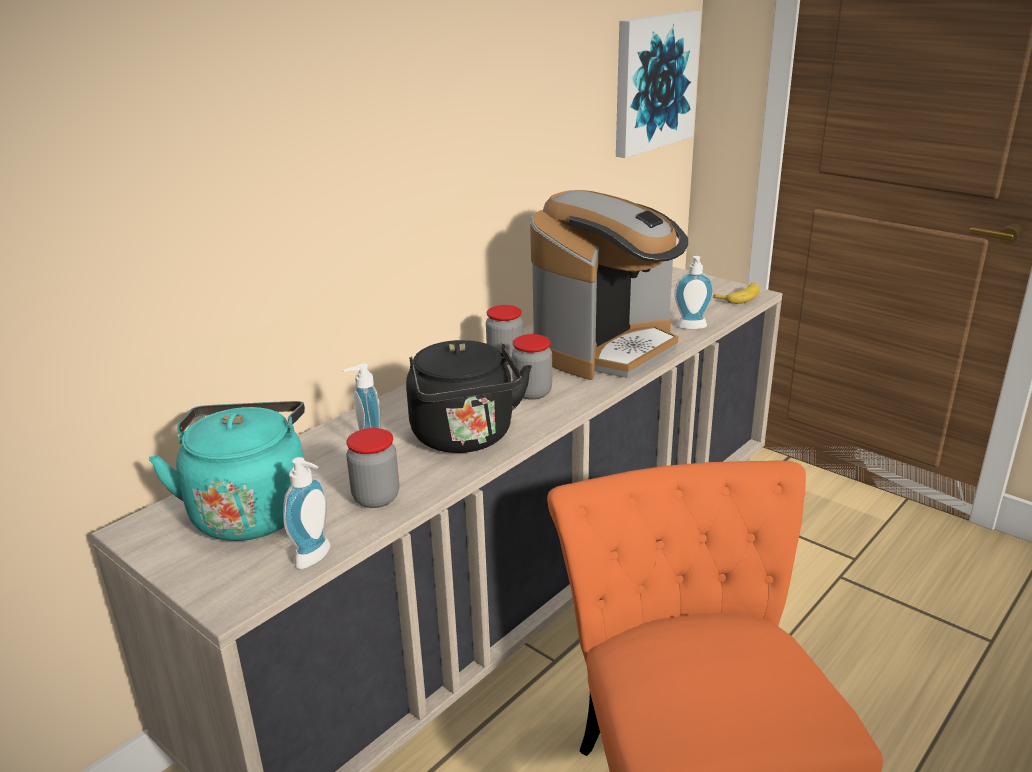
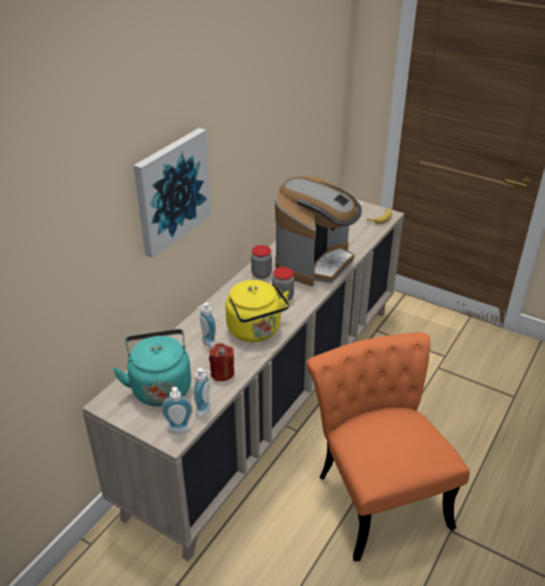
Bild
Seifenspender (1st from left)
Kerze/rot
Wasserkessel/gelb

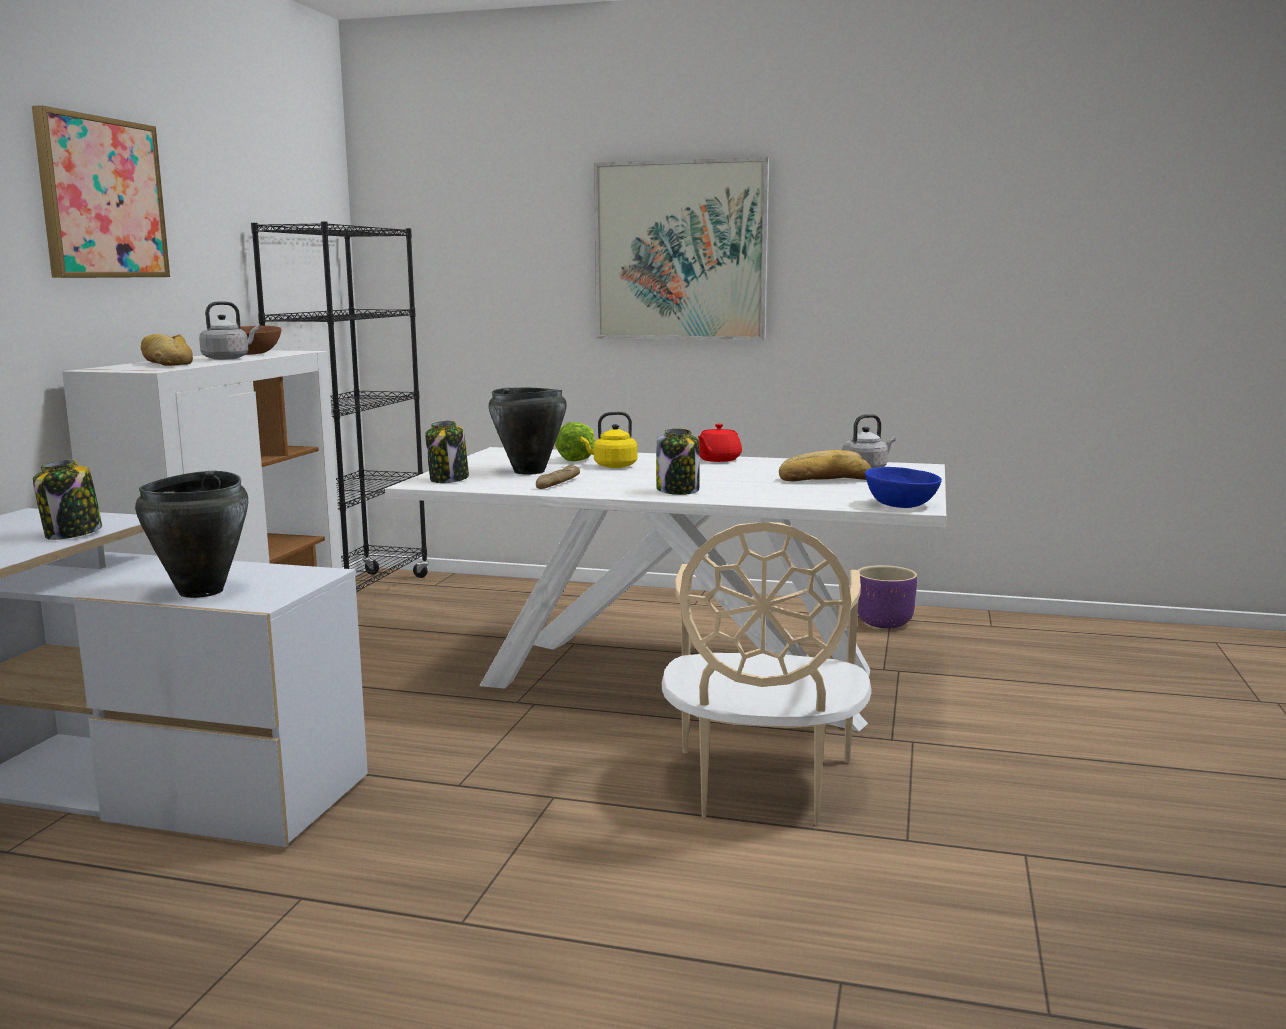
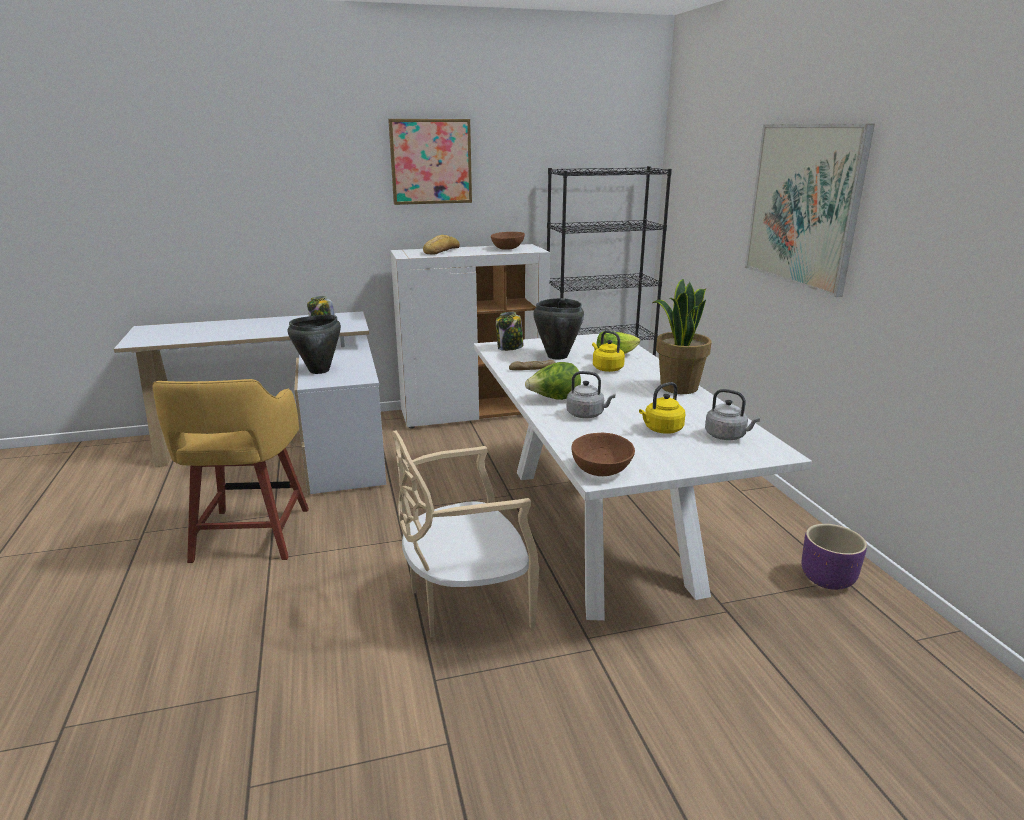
Hocker/gelb
Salatkopf (1st from left)
Wasserkessel/grau (1st from left)
Schüssel/braun (2nd from left)
Wasserkessel/gelb (2nd from left)
Topfpflanze

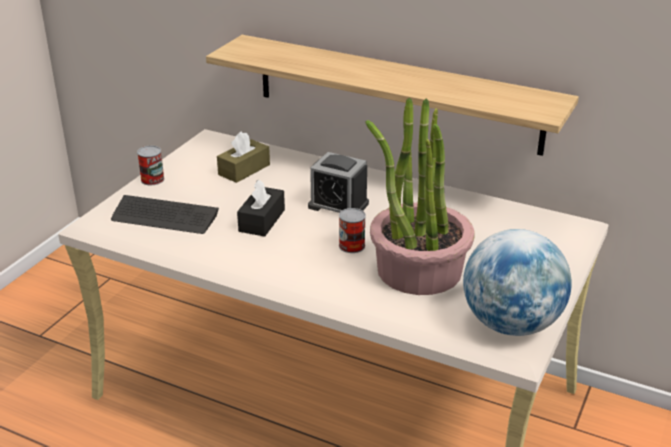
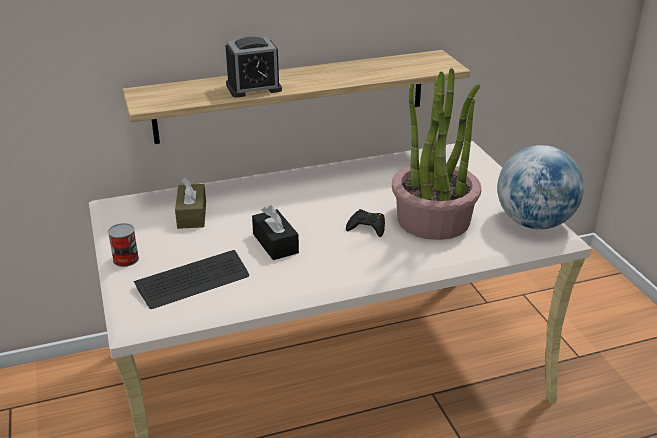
Wecker
Gamepad/schwarz

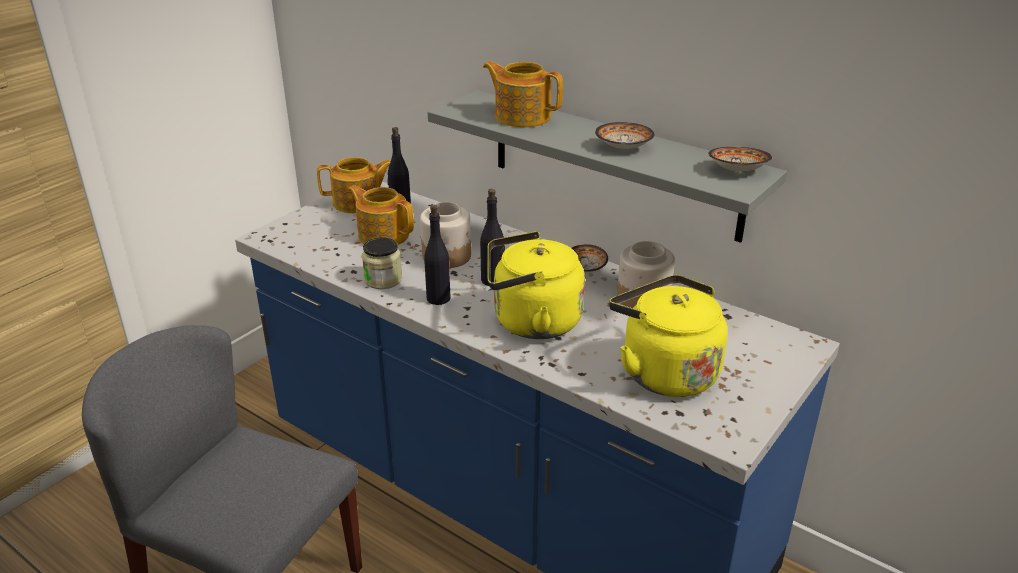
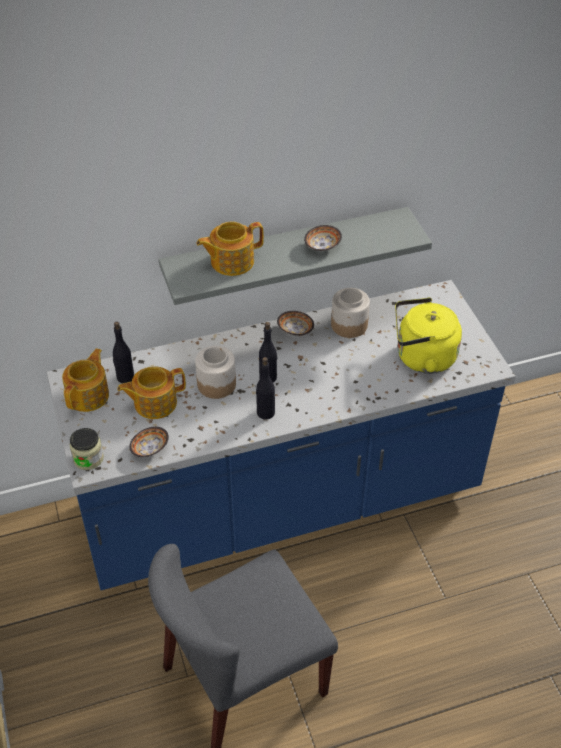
Vorratsglas (1st from left)
Schüssel (1st from left)
Wasserkessel/gelb (1st from left in the first image)

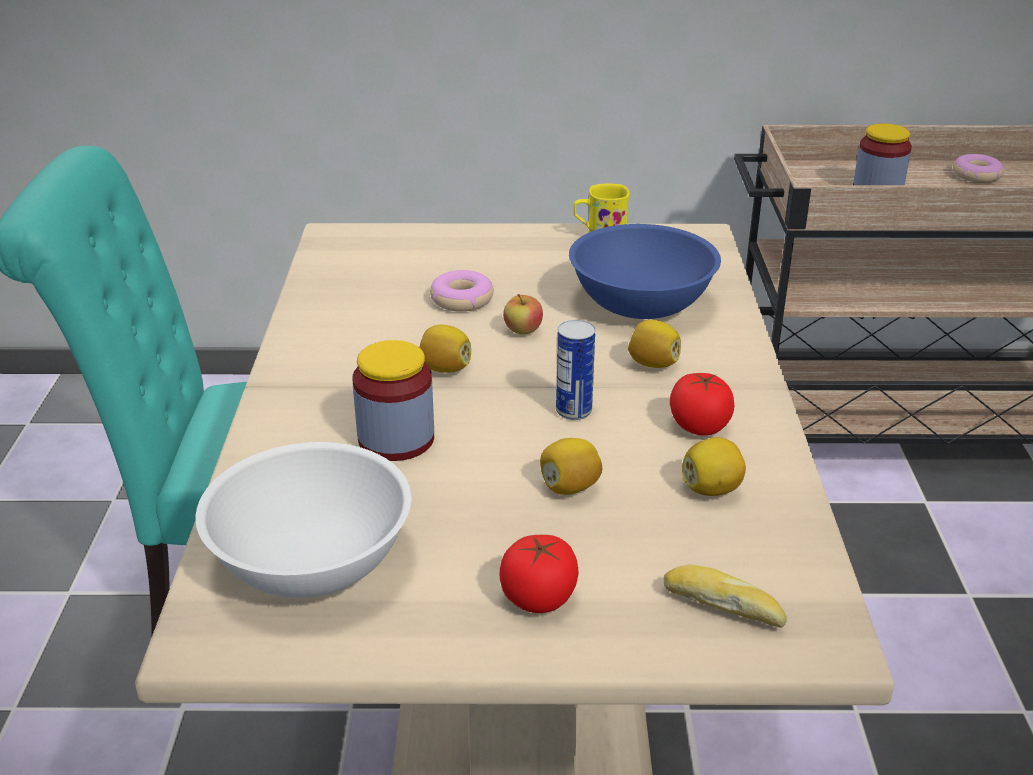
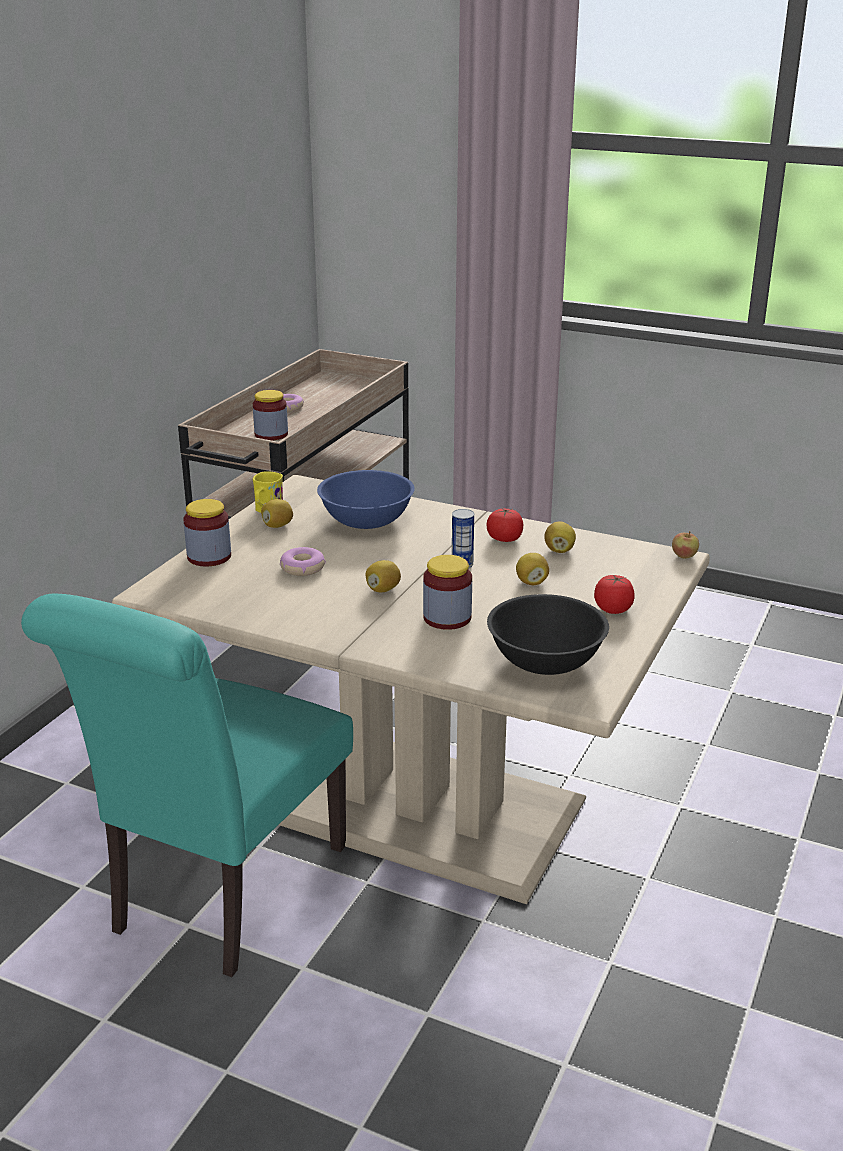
Vorratsglas (1st from left)
Zitrone (1st from left)
Schüssel/schwarz
Apfel
Brot

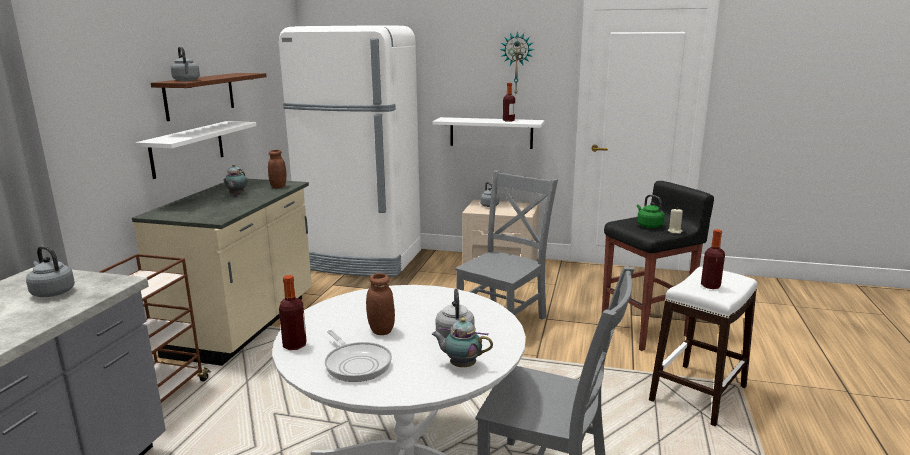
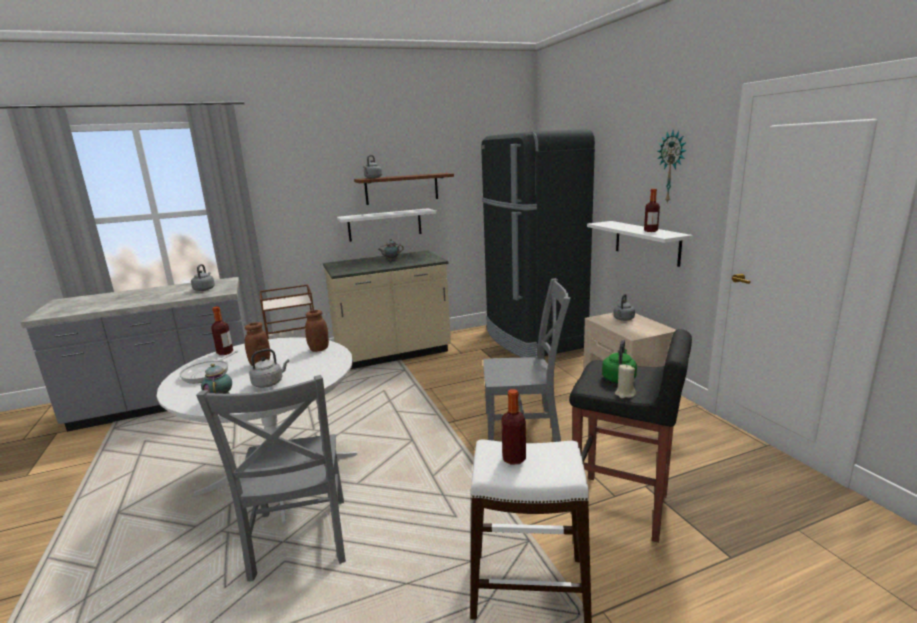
Vorratsglas/braun (2nd from left)
Kühlschrank/schwarz

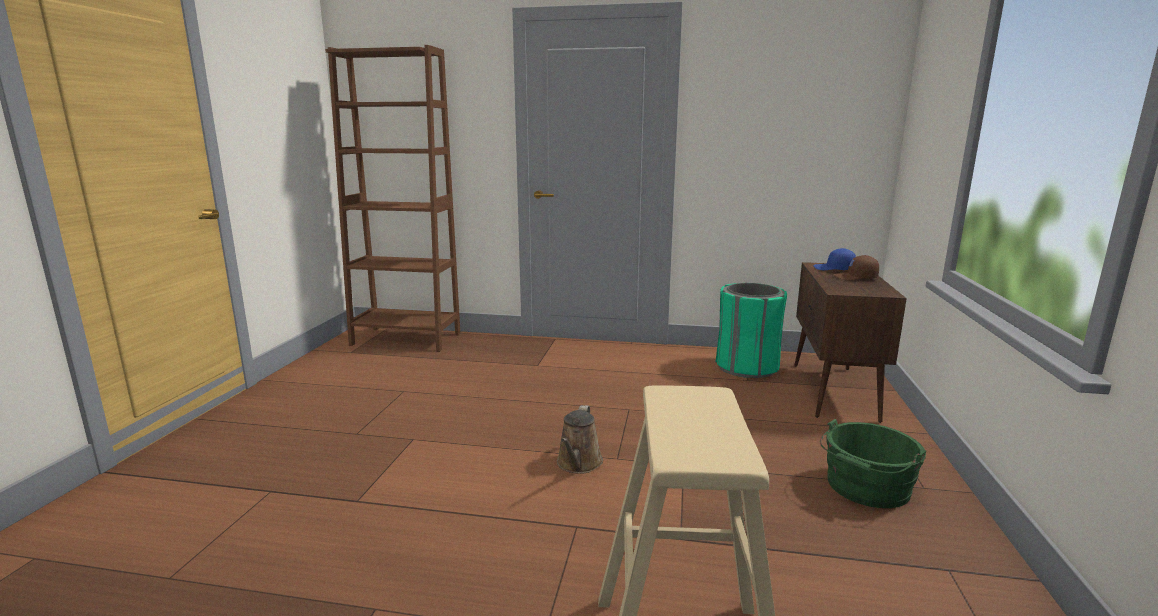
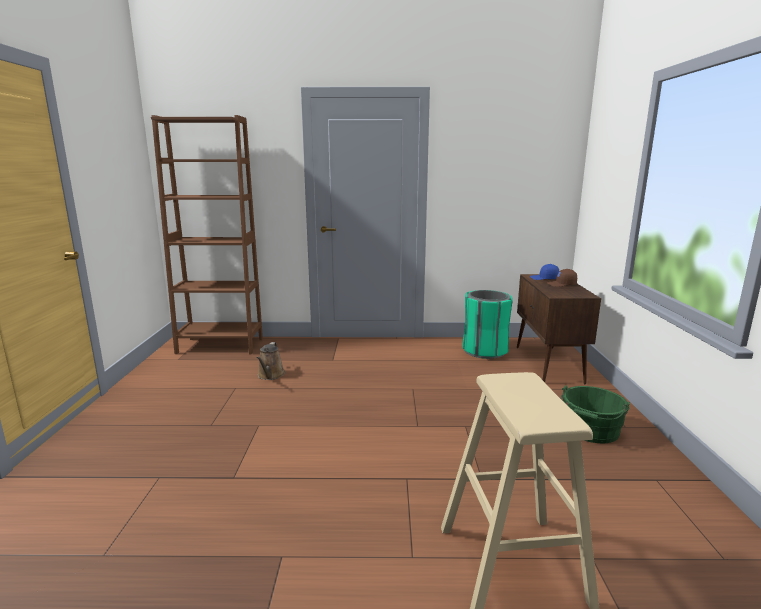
Gießkanne/braun

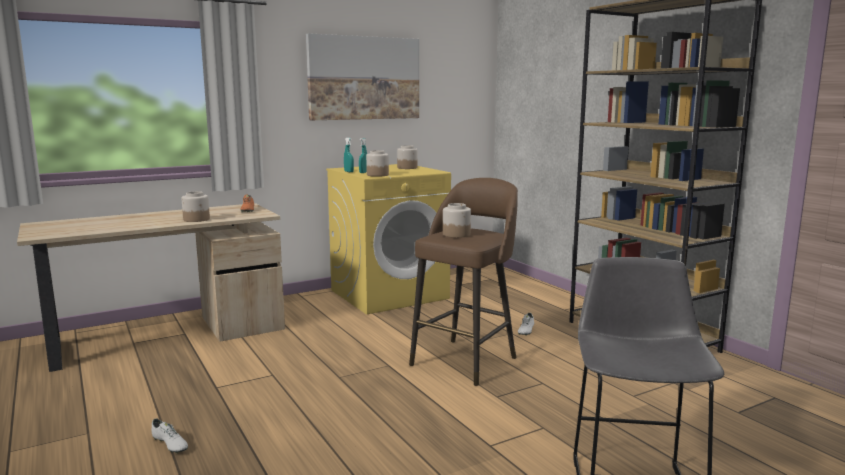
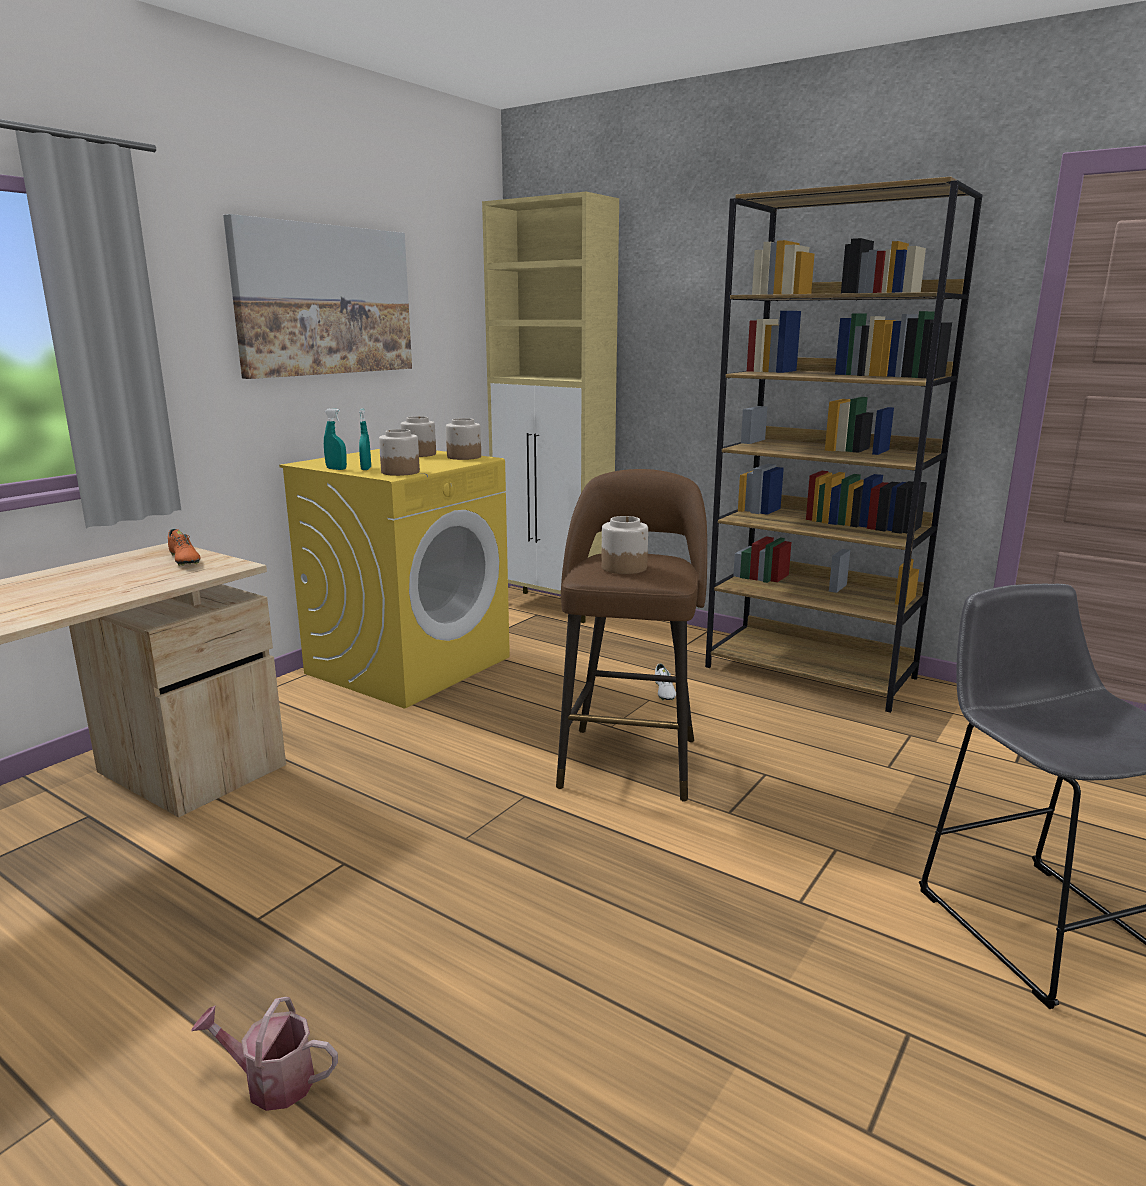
Gießkanne
Vorratsglas (3rd from left)
Schrank/beige

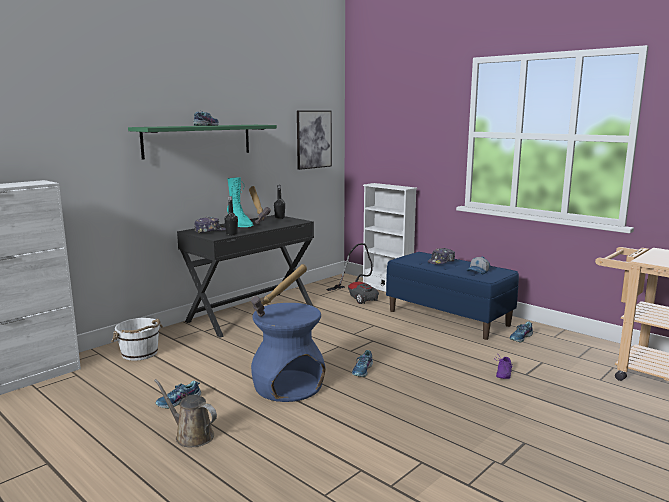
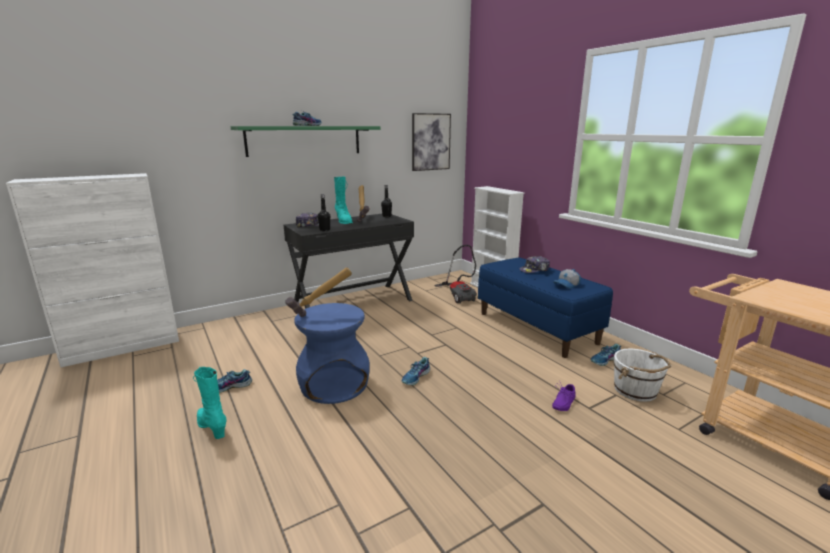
Stiefel/türkis (1st from left)
Eimer/weiß

